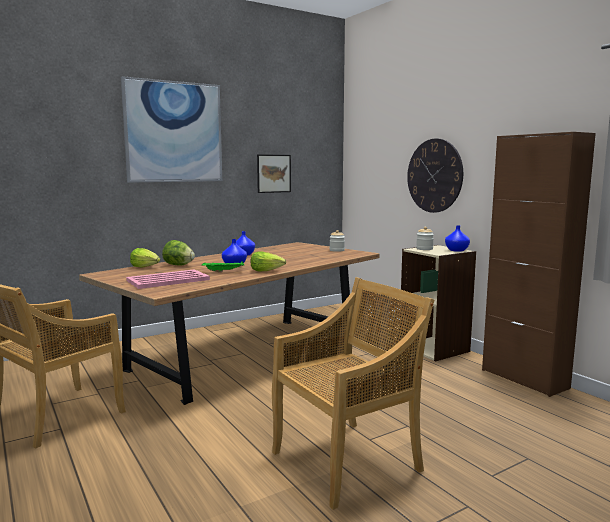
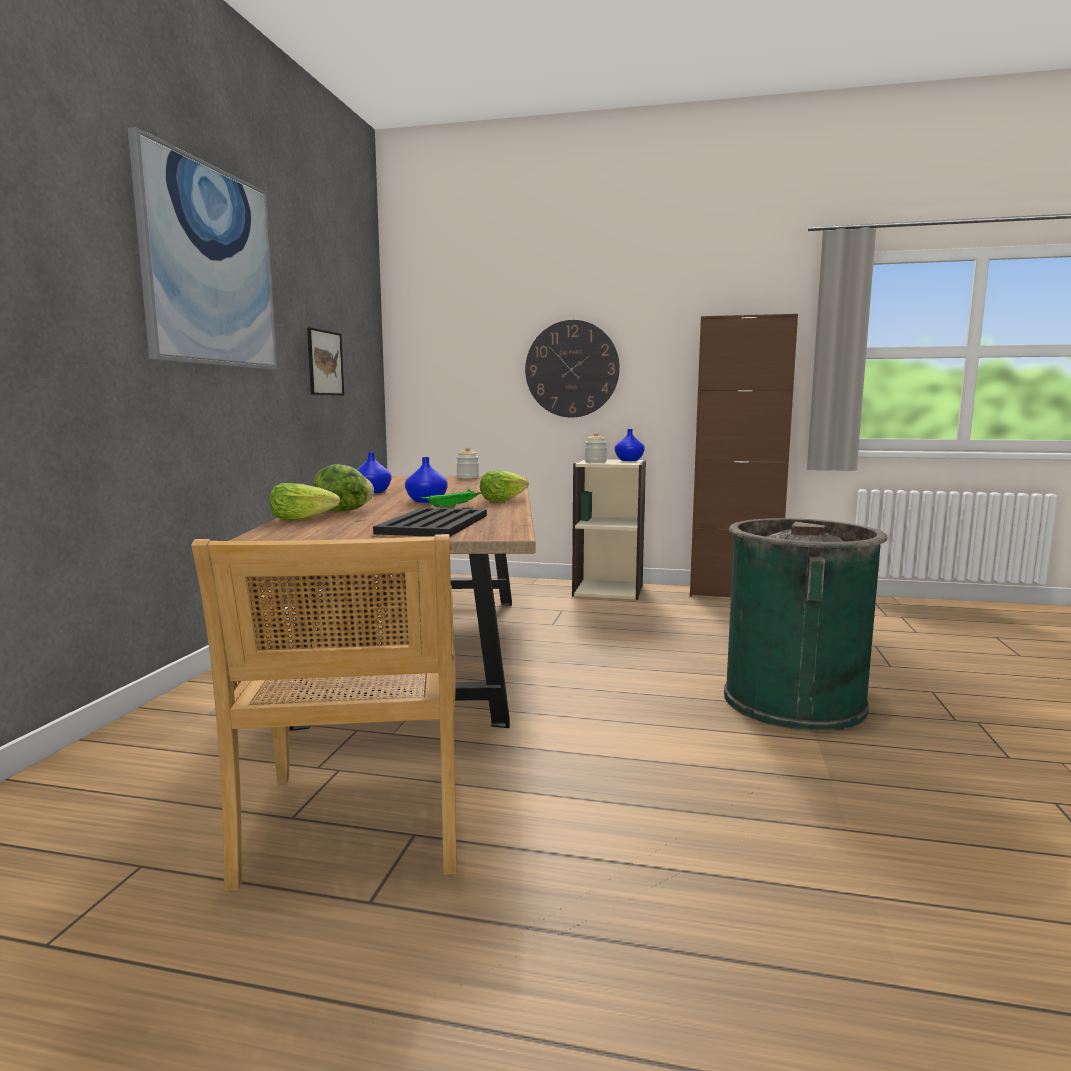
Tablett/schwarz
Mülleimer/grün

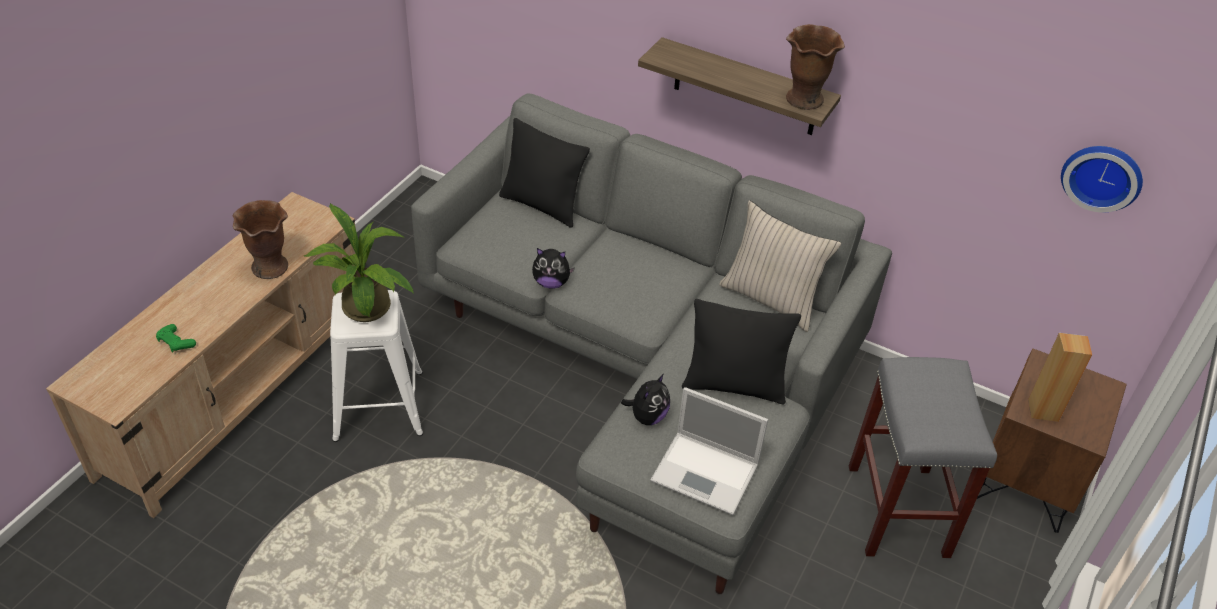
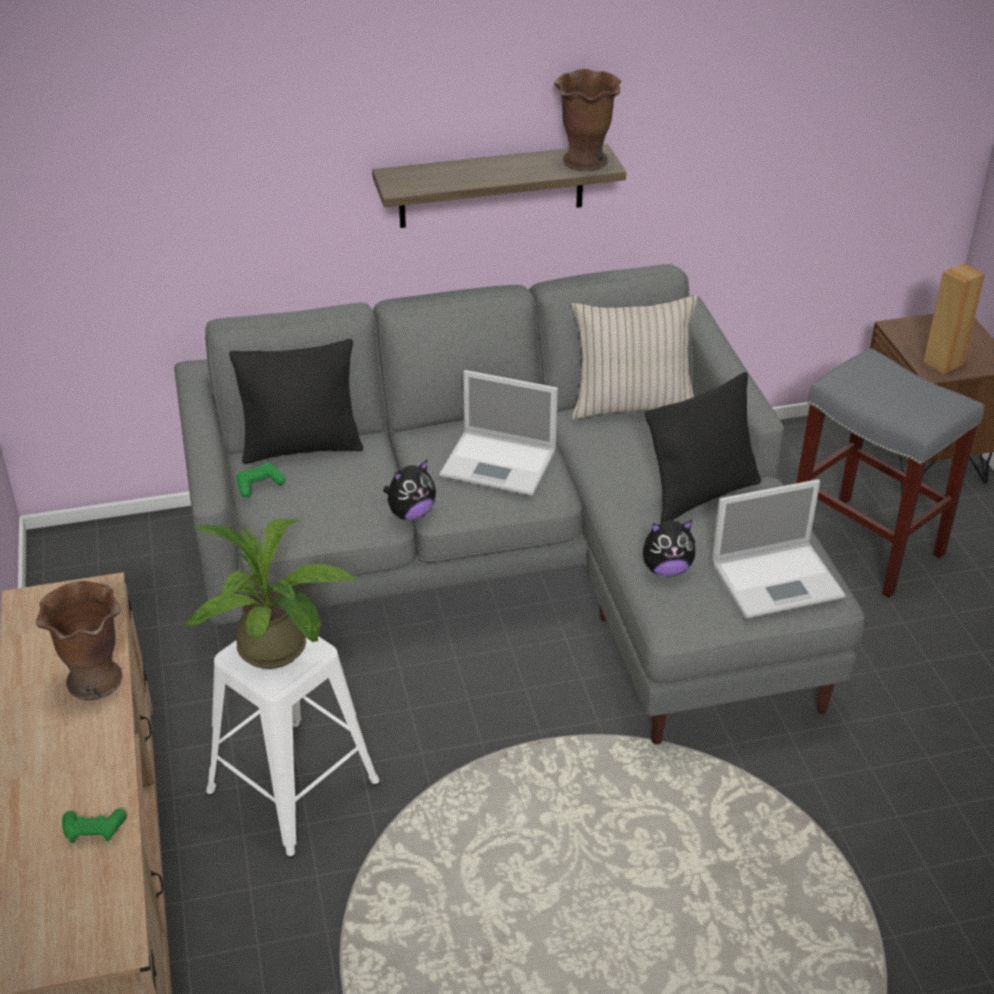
Gamepad/grün (2nd from left)
Laptop (1st from left)
Plüschtier (2nd from left)
Wanduhr

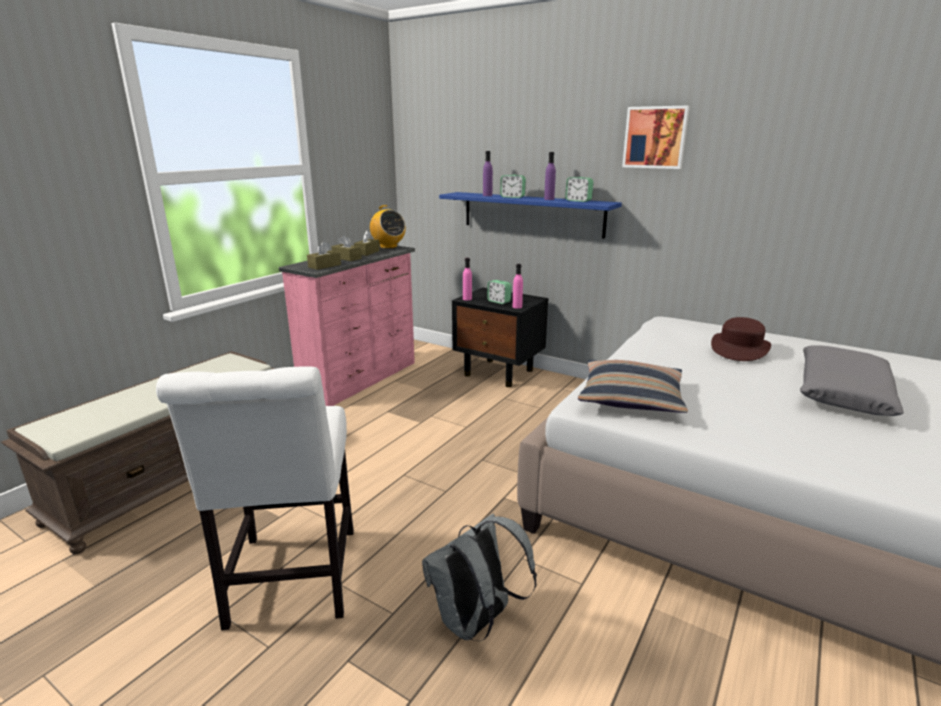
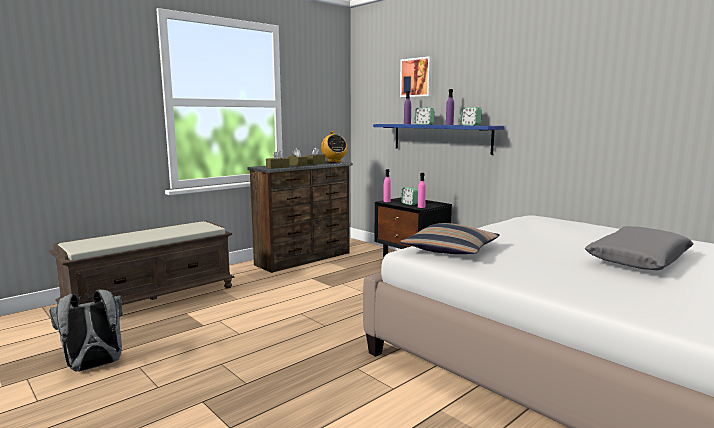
Rucksack/grau
Kommode/braun
Bild
Stuhl/weiß
Hut/braun

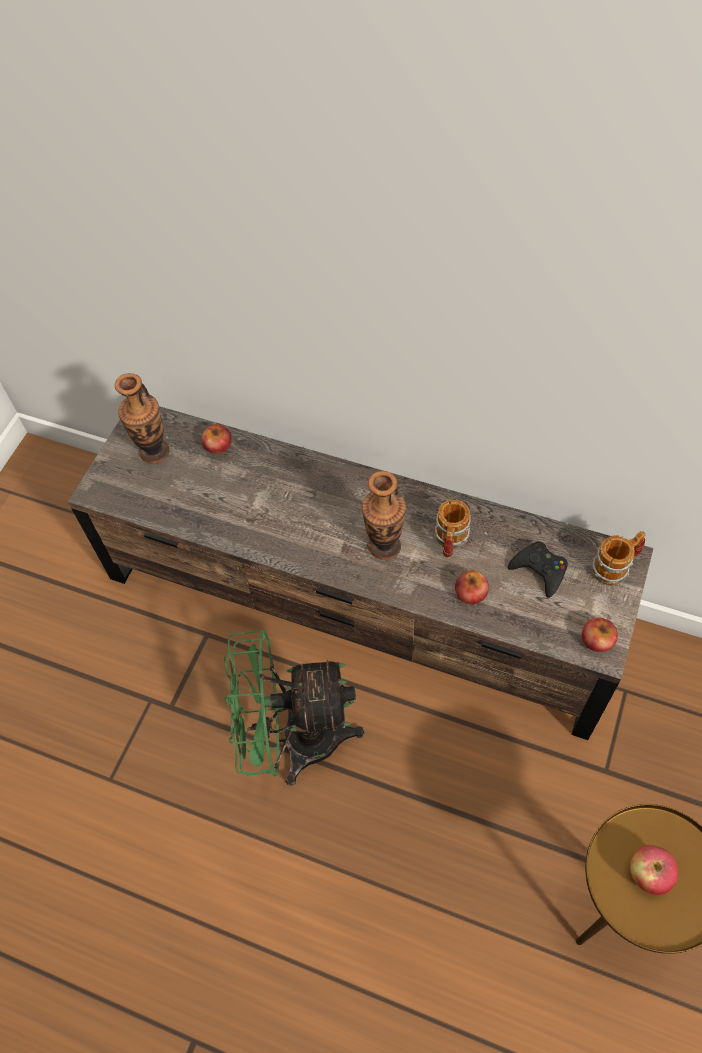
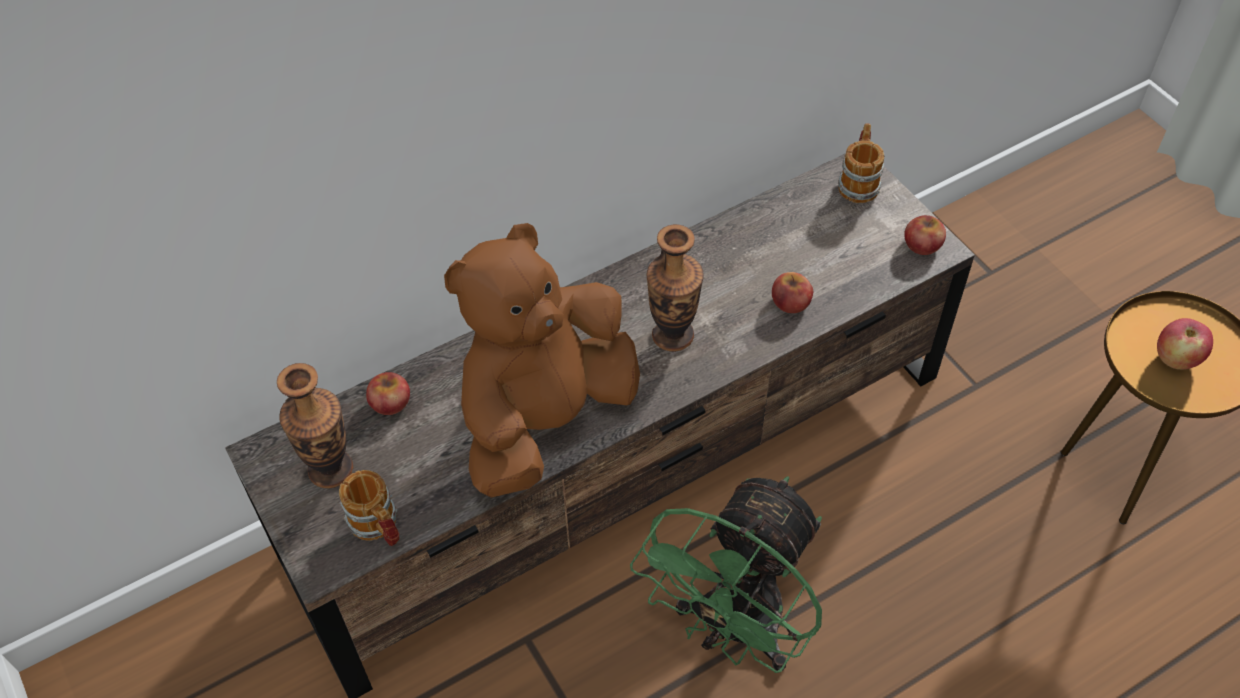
Henkelbecher (1st from left)
Plüschtier/braun
Gamepad/schwarz

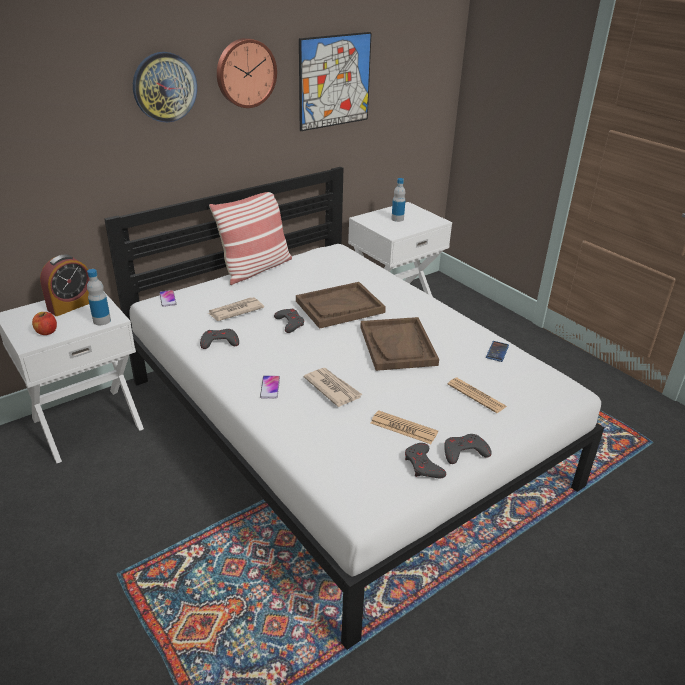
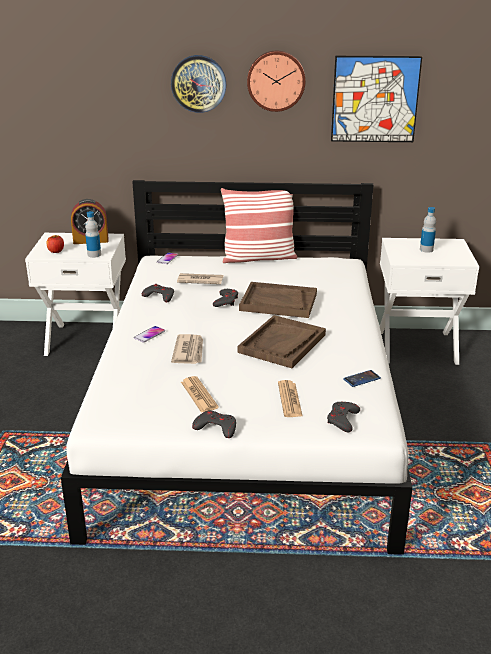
Gamepad/grau (4th from left)

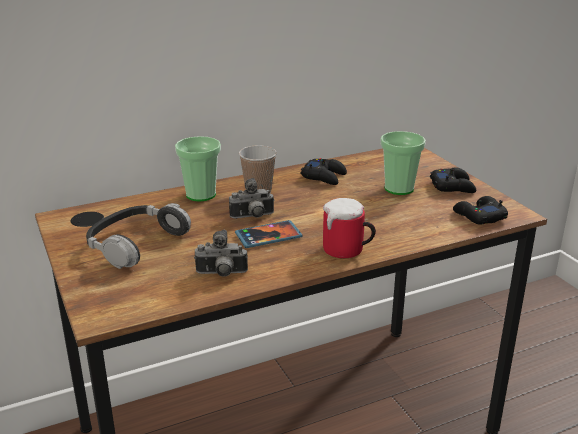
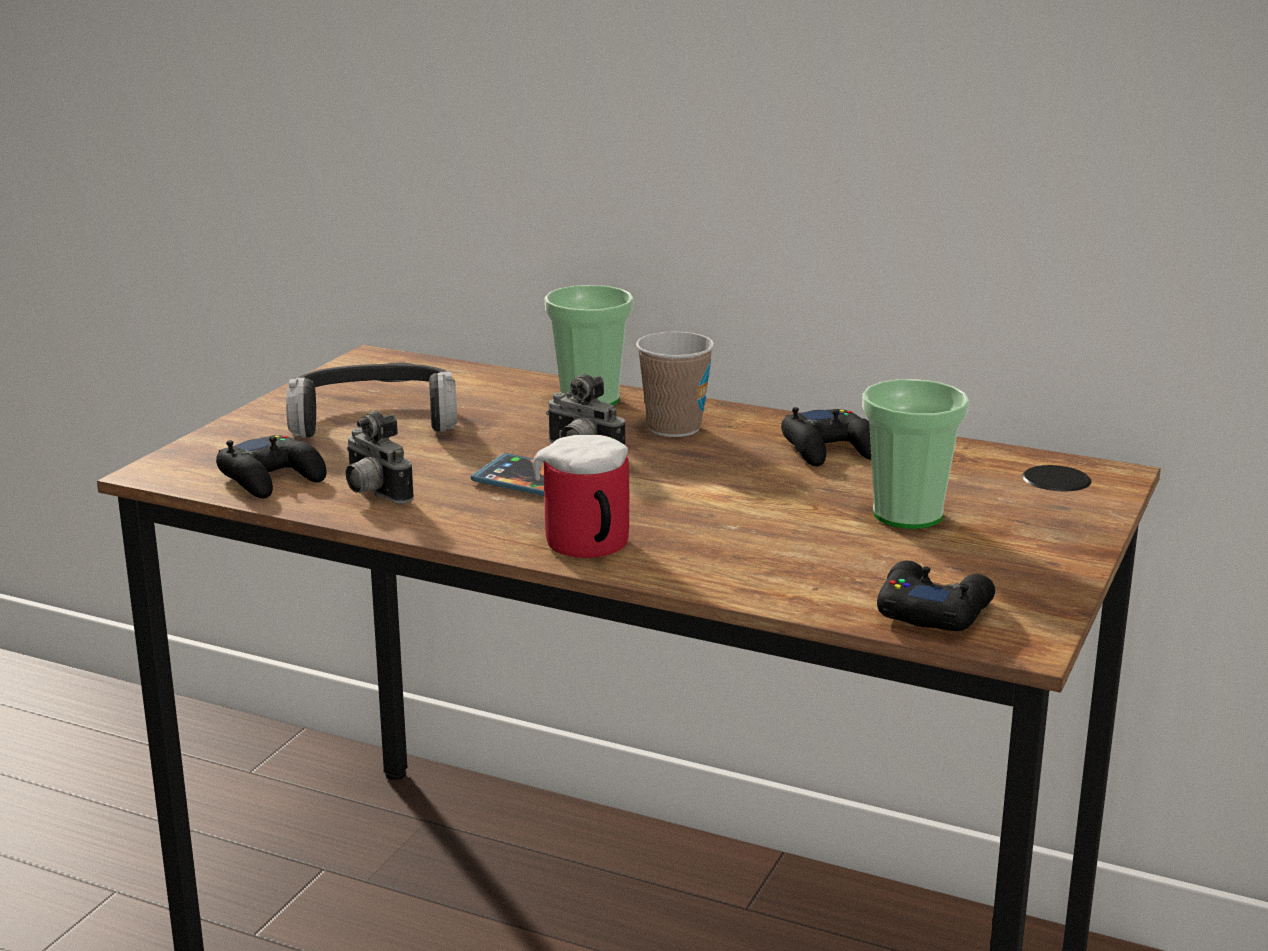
Gamepad/schwarz (1st from left)

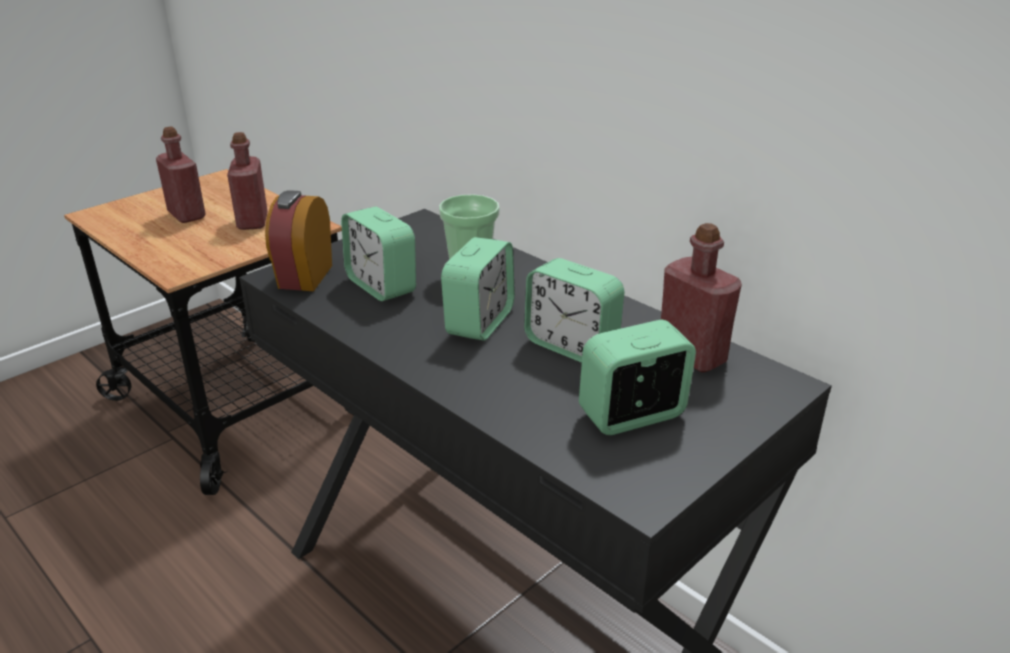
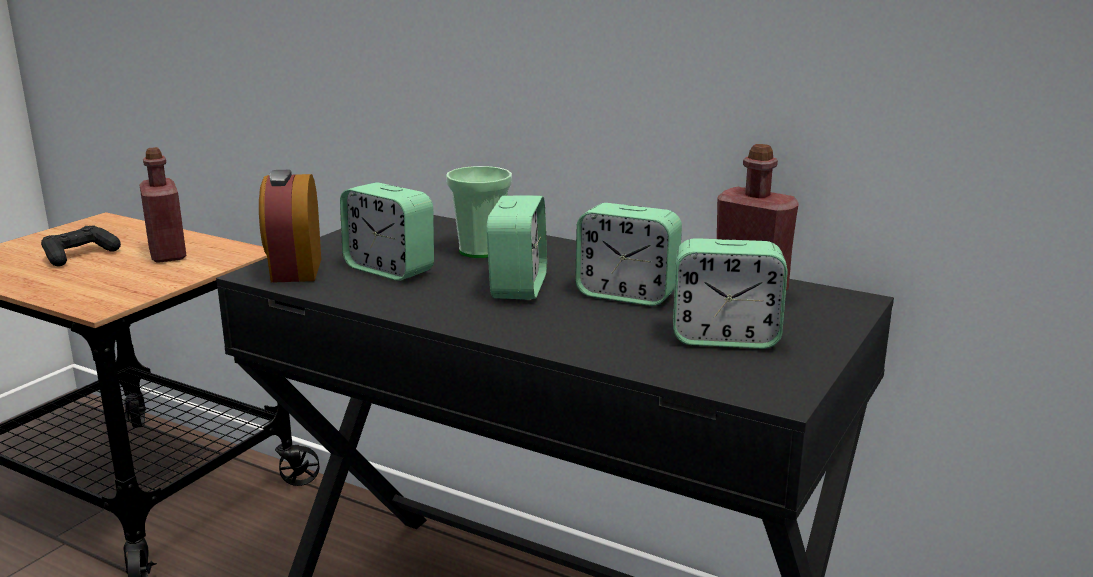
Gamepad/schwarz
Wecker (5th from left)

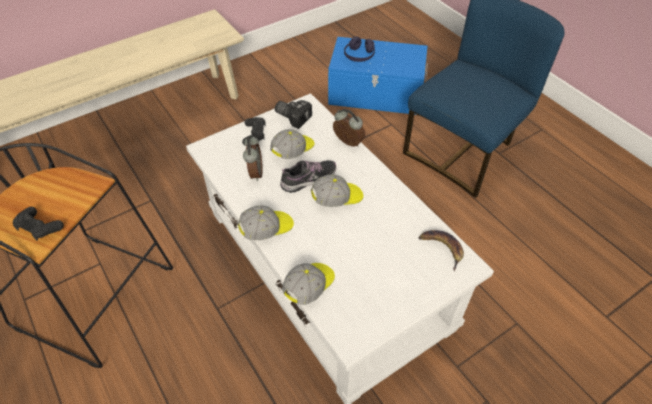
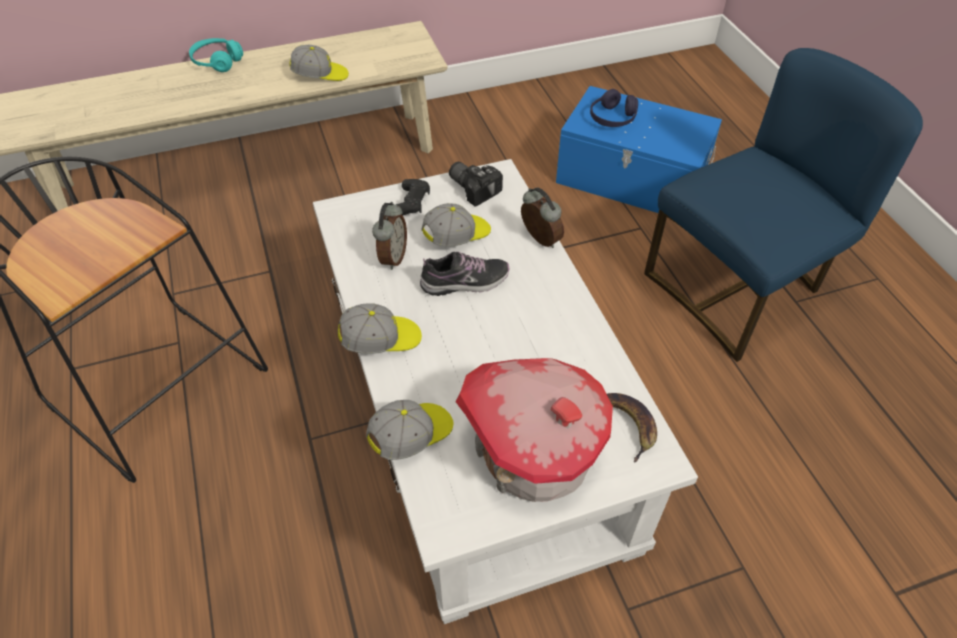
Kopfhörer/türkis
Kappe (1st from left)
Spielzeughaus
Gamepad/schwarz (1st from left in the first image)

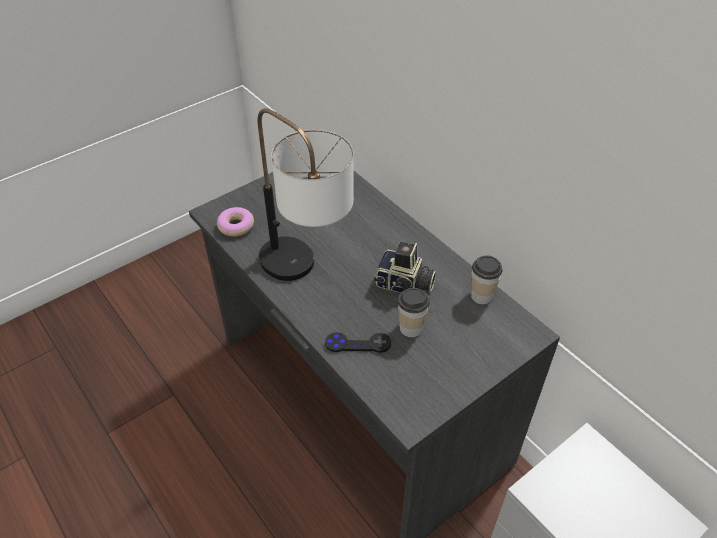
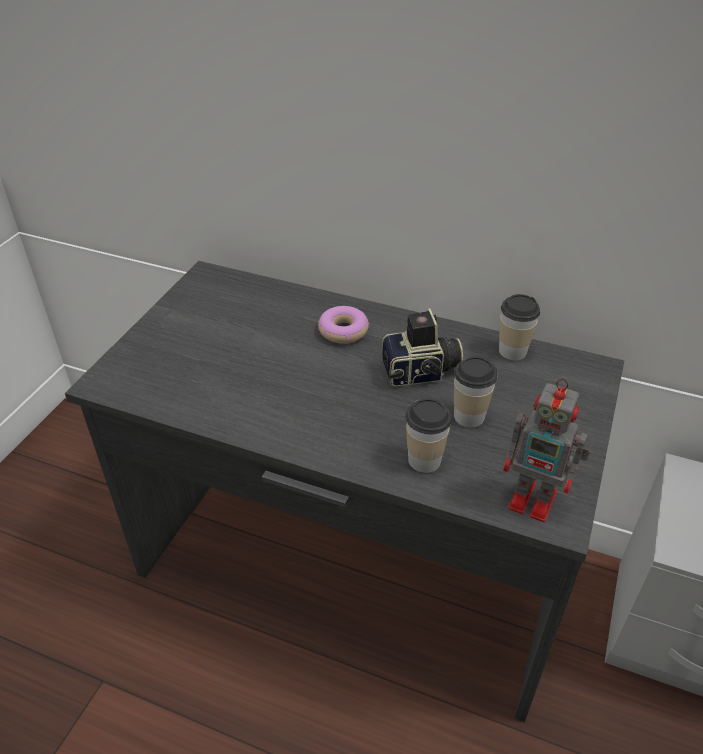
Donut
Tasse (1st from left)
Spielzeugroboter
Tischlampe

